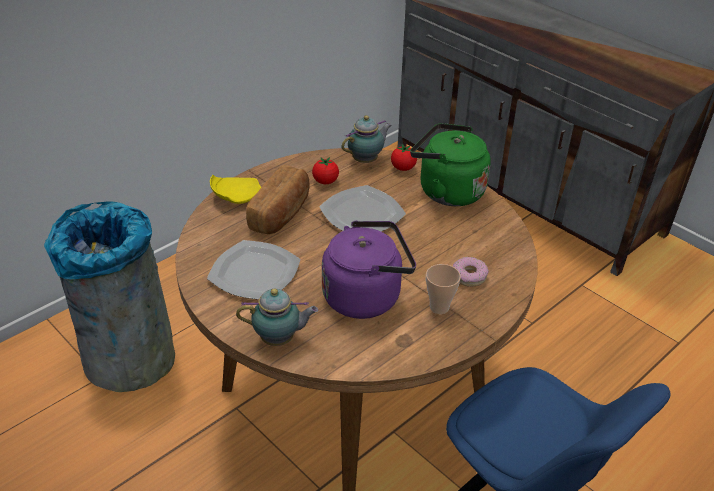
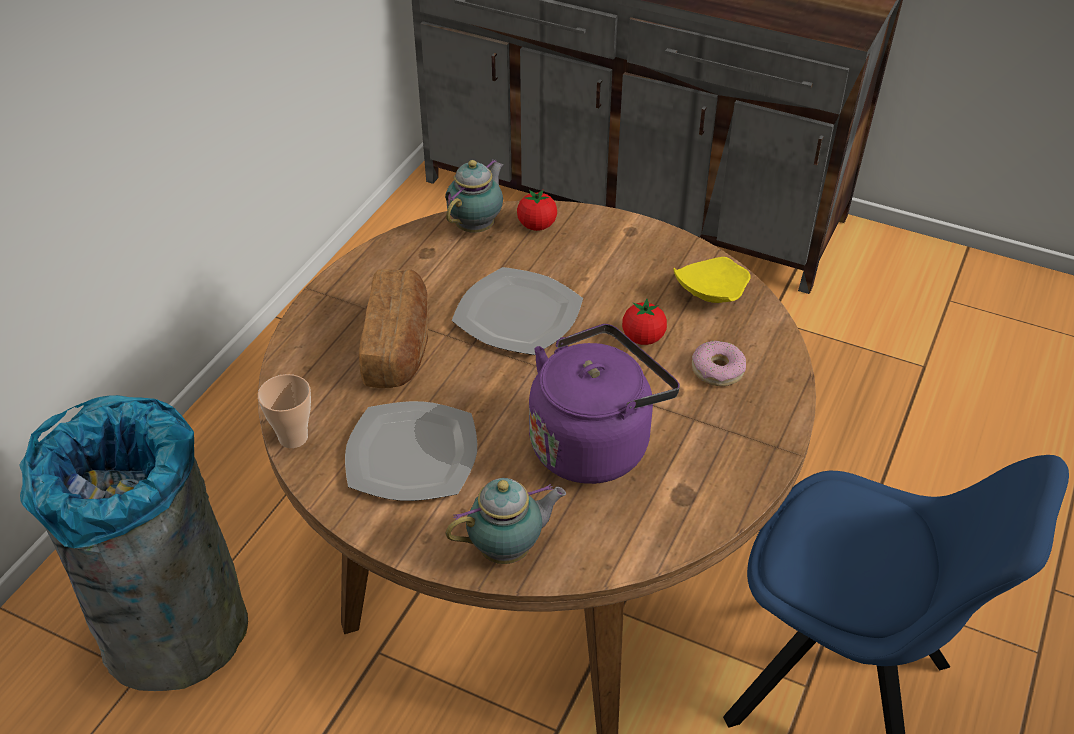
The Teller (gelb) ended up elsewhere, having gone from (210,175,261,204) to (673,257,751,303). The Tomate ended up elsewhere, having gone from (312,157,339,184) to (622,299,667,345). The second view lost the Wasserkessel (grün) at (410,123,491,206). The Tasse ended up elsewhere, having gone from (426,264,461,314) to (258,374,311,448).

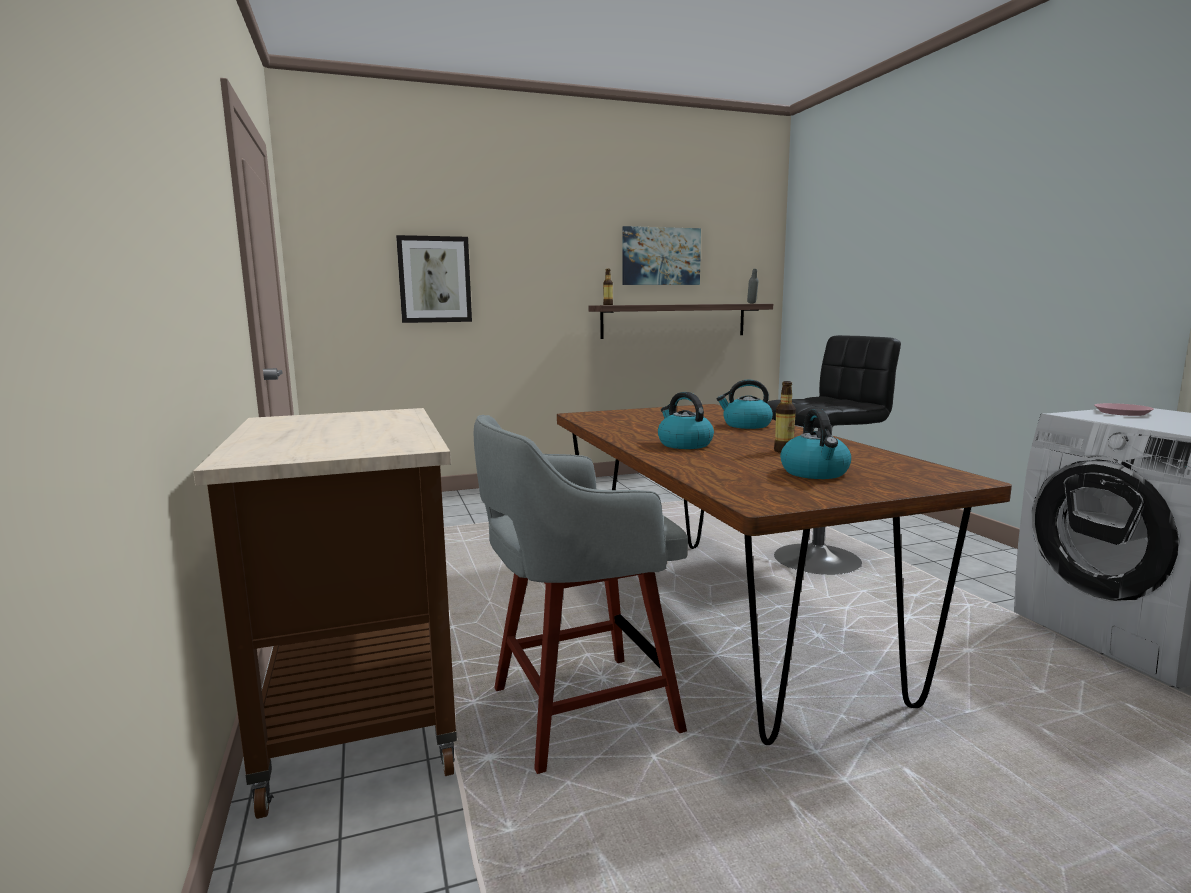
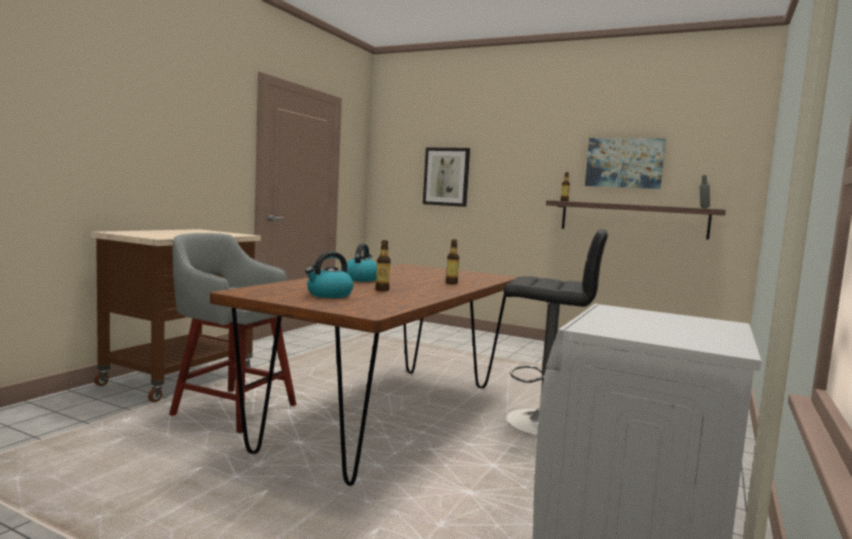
Where the Wasserkessel stood at (717,380,773,429), the Flasche came to stand at (446,239,459,284). The second view lost the Teller (rosa) at (1094,403,1154,416).

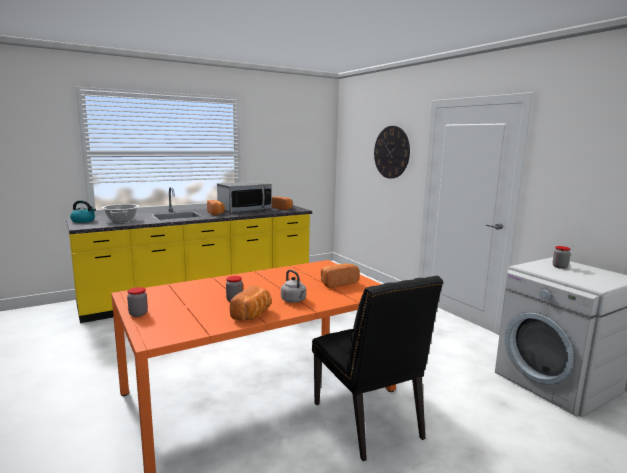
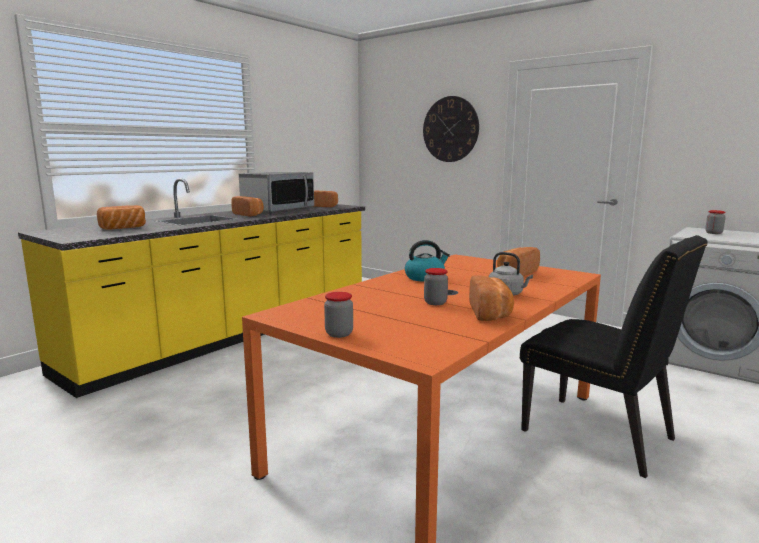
The Wasserkessel ended up elsewhere, having gone from (70,200,96,223) to (405,240,450,282). Where the Kochtopf stood at (102,204,139,222), the Brot came to stand at (97,205,146,230).

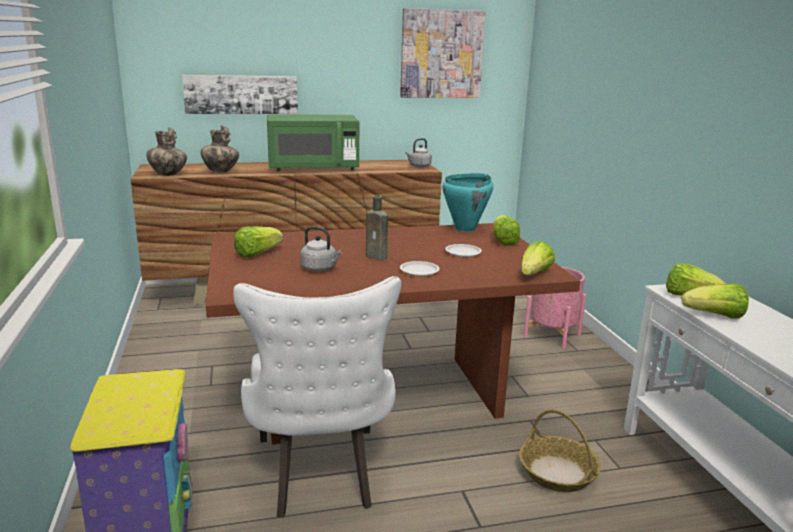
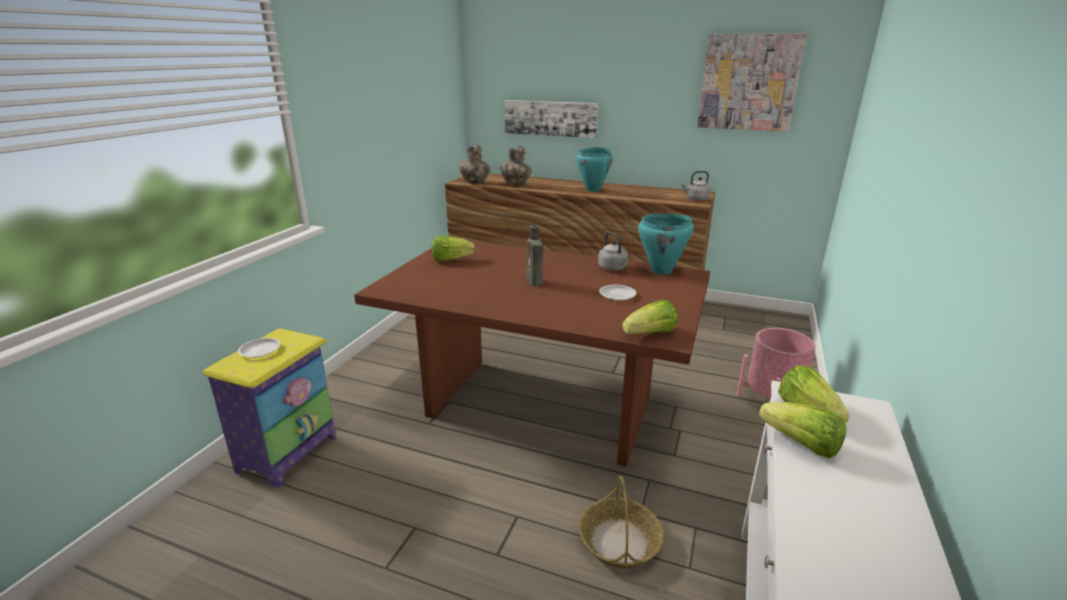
The second view lost the Stuhl (weiß) at (233,276,401,518). Where the Mikrowelle (grün) stood at (267,114,359,171), the Kochtopf (türkis) came to stand at (576,147,613,192). The Wasserkessel (grau) ended up elsewhere, having gone from (300,226,342,271) to (598,232,629,271). The Teller (weiß) ended up elsewhere, having gone from (400,261,440,276) to (238,338,281,358). The second view lost the Salatkopf at (493,215,520,246).

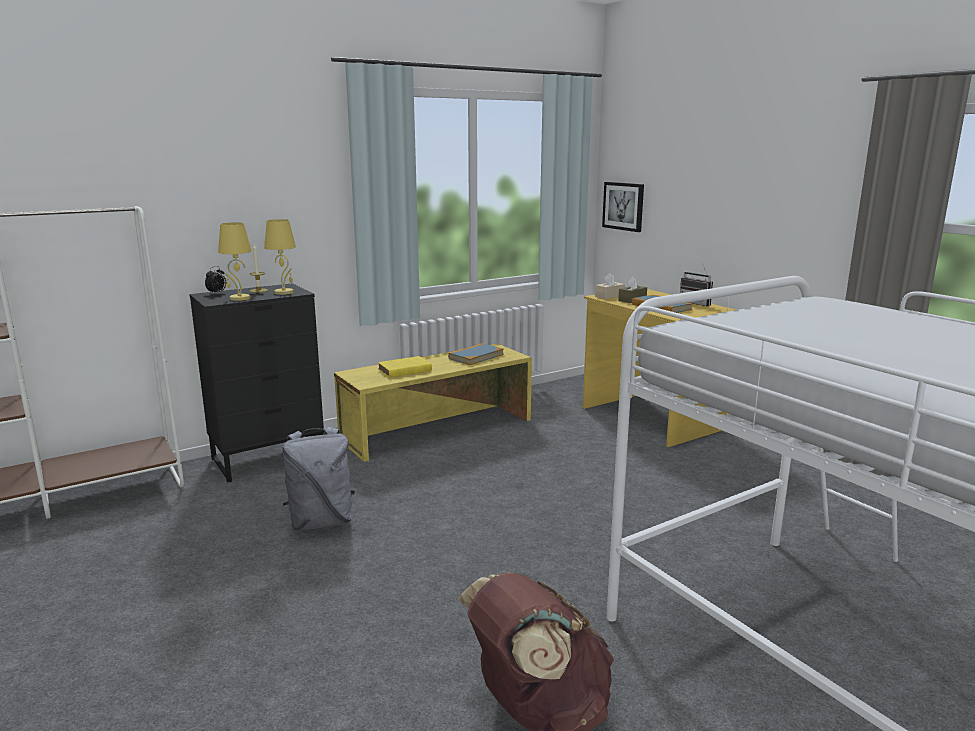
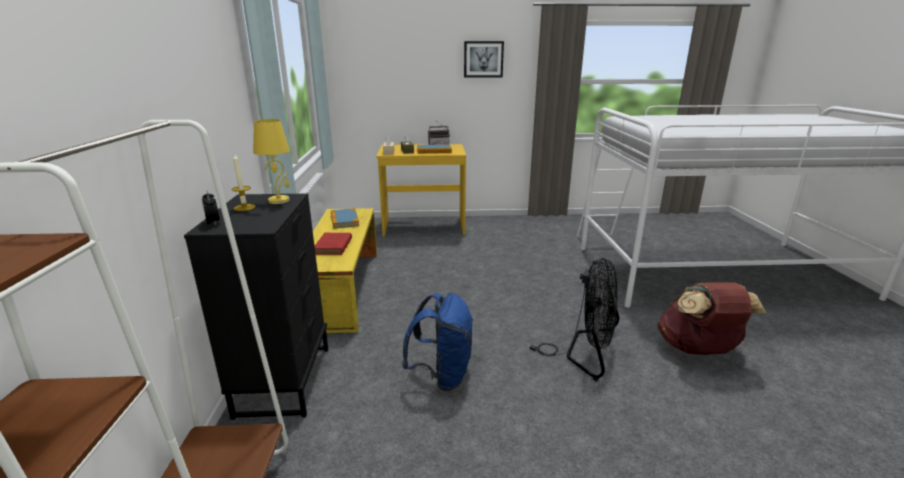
The second view lost the Tischlampe (gelb) at (218,222,252,301). What was the Rucksack (grau) at (283,427,355,531) turned into the Rucksack (blau) at (402,293,473,391). What was the Buch (gelb) at (378,356,432,378) turned into the Buch (rot) at (315,233,352,255). The Bild ended up elsewhere, having gone from (602,182,644,232) to (464,41,504,78). The second view gained the Ventilator (schwarz) at (529,258,619,382).

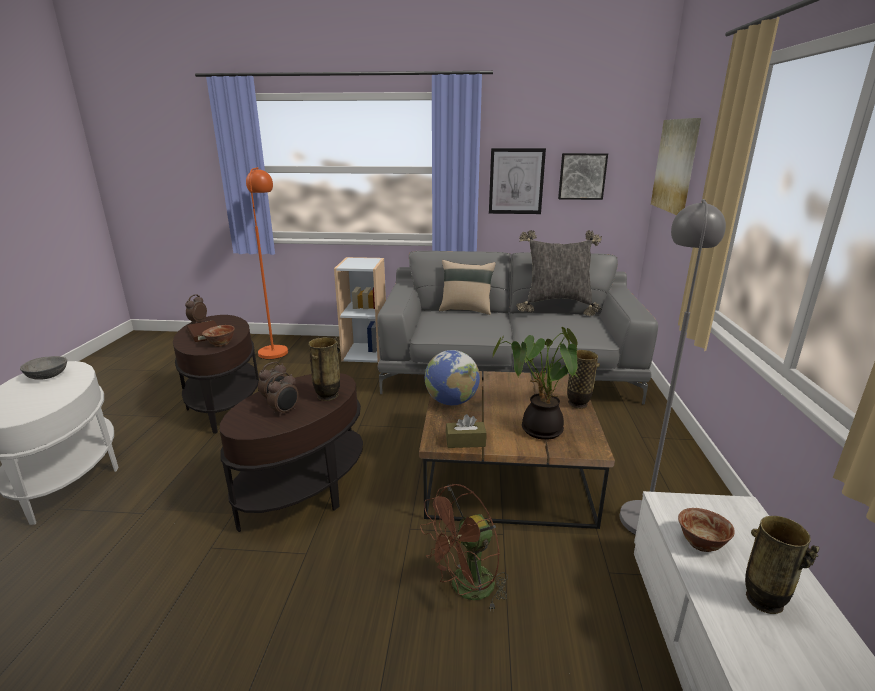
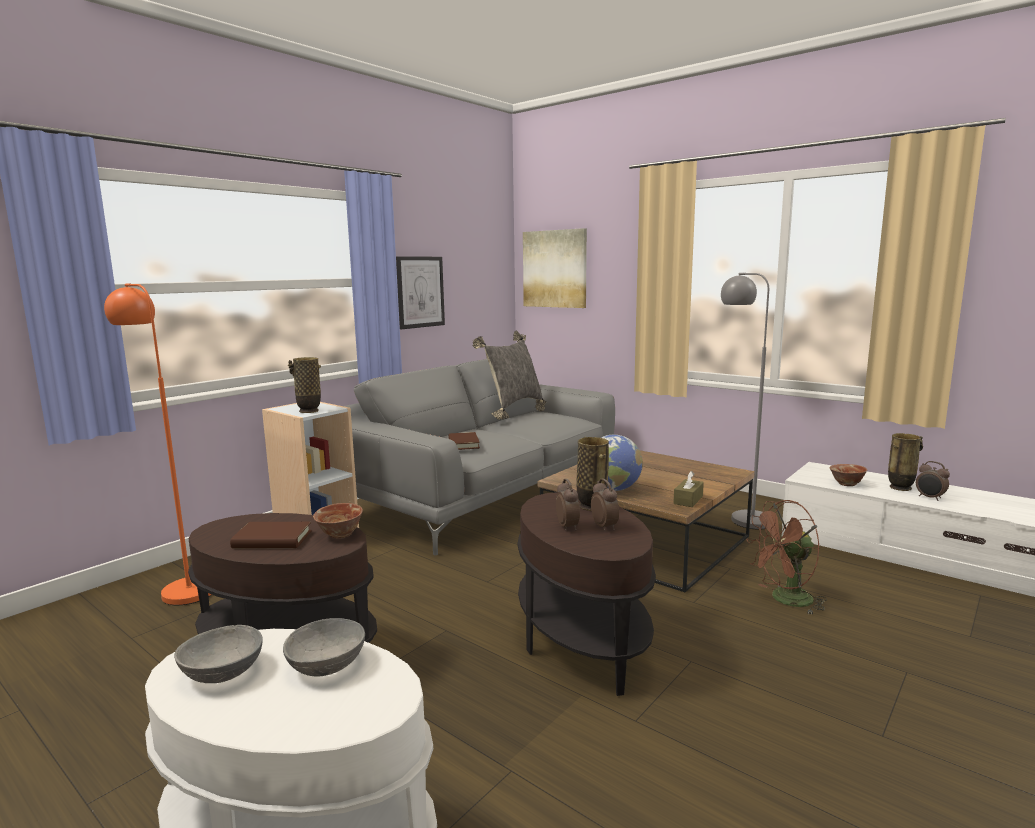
The Wecker ended up elsewhere, having gone from (185,294,207,324) to (916,461,950,501). The Ventilator (braun) at (420,484,508,609) ended up facing another way, 75 degrees clockwise from before. The second view lost the Kissen (beige) at (439,260,496,315). The second view lost the Topfpflanze at (493,327,578,440). The second view lost the Bild at (558,153,608,200). The Vase ended up elsewhere, having gone from (567,350,600,409) to (288,357,321,413). The second view gained the Schüssel (grau) at (283,618,365,677). The second view gained the Buch (braun) at (448,432,480,450).

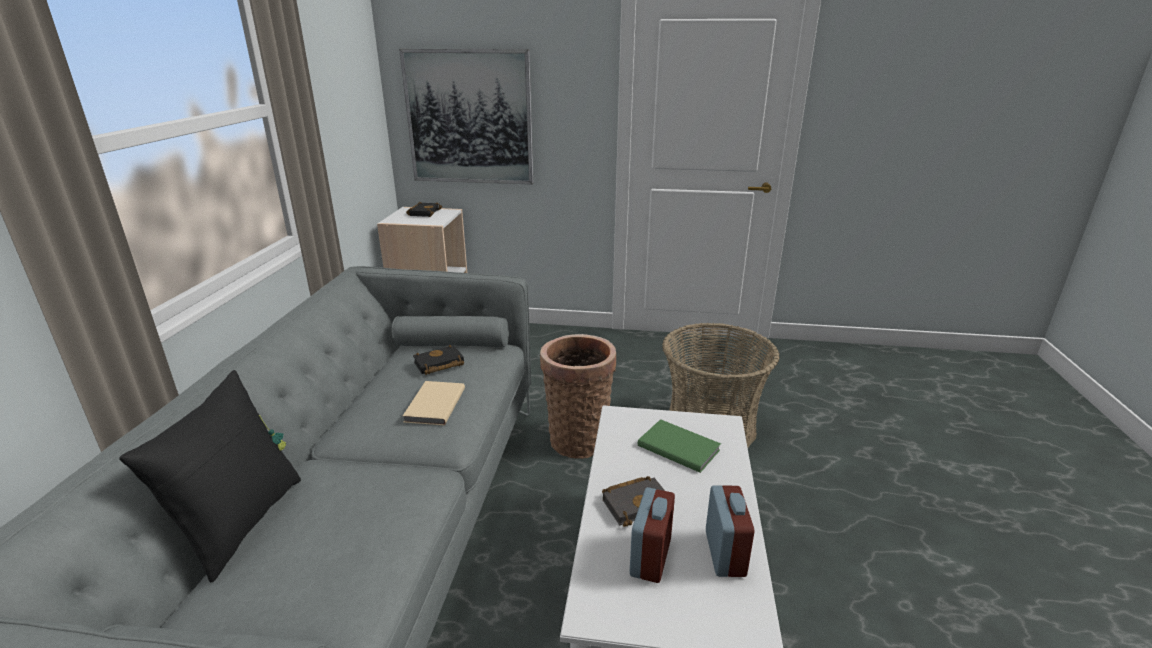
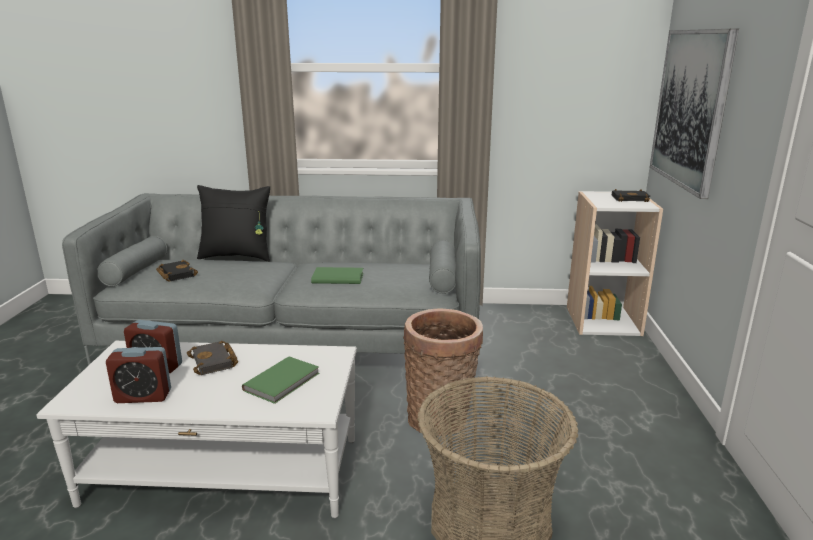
What was the Buch (beige) at (403,381,465,425) turned into the Buch (grün) at (311,267,363,284). The Buch (schwarz) ended up elsewhere, having gone from (413,345,464,375) to (156,260,198,282).

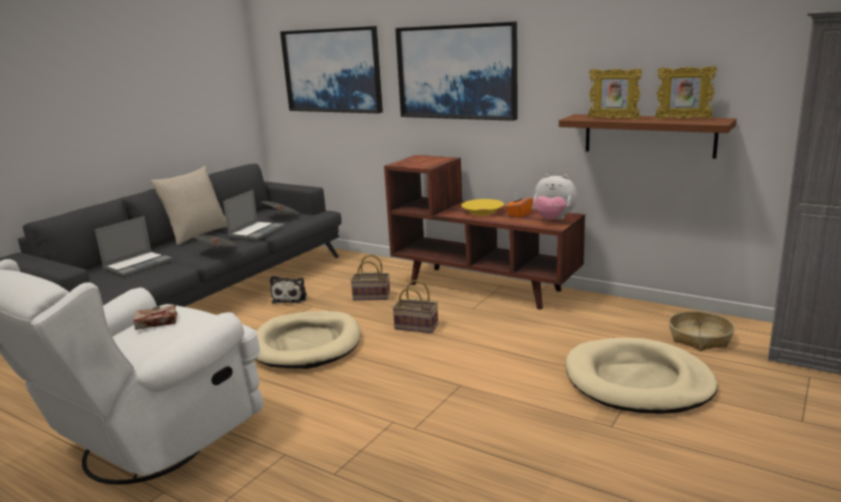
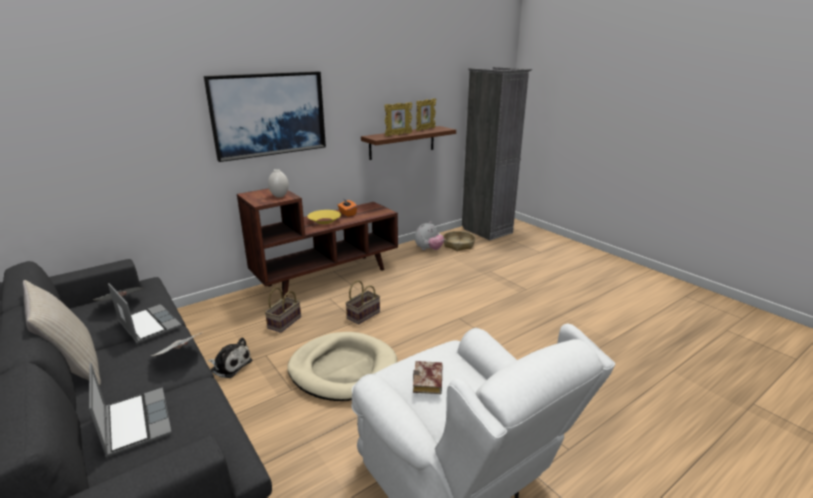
The second view lost the Bild at (280,26,383,113). The Plüschtier ended up elsewhere, having gone from (533,174,577,219) to (415,221,444,250). The second view lost the Hundebett (beige) at (565,338,717,414). The second view gained the Vase (weiß) at (268,169,289,198).

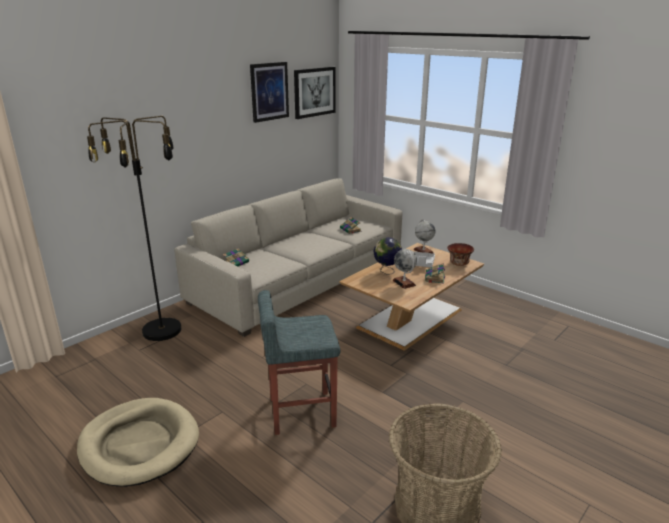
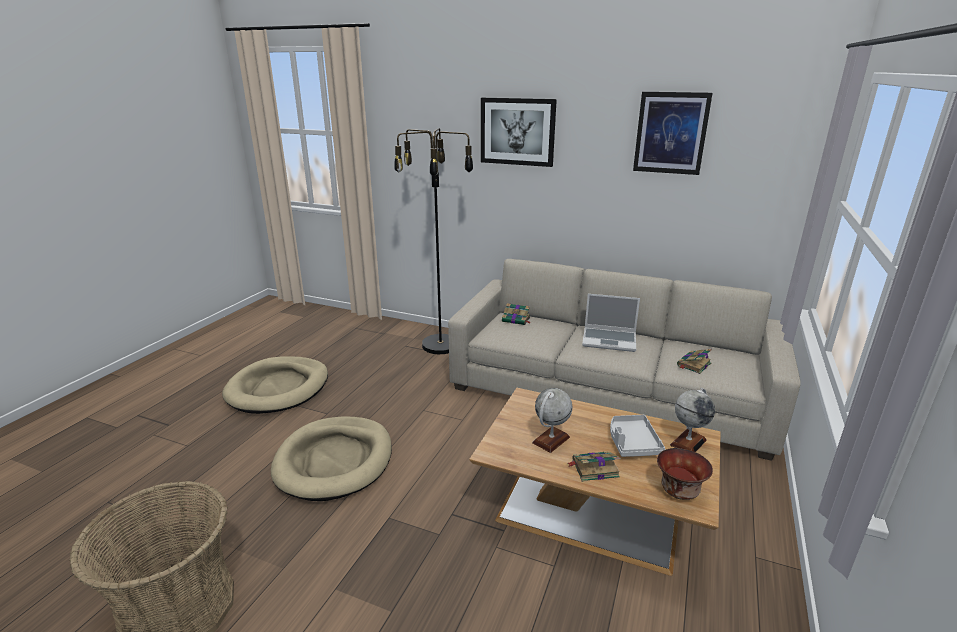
Where the Hocker (grau) stood at (258,290,340,435), the Hundebett (beige) came to stand at (271,416,392,501). The Bild ended up elsewhere, having gone from (294,67,336,119) to (481,98,557,167). The second view lost the Globus at (374,237,402,275). The second view gained the Laptop at (582,294,640,352).

